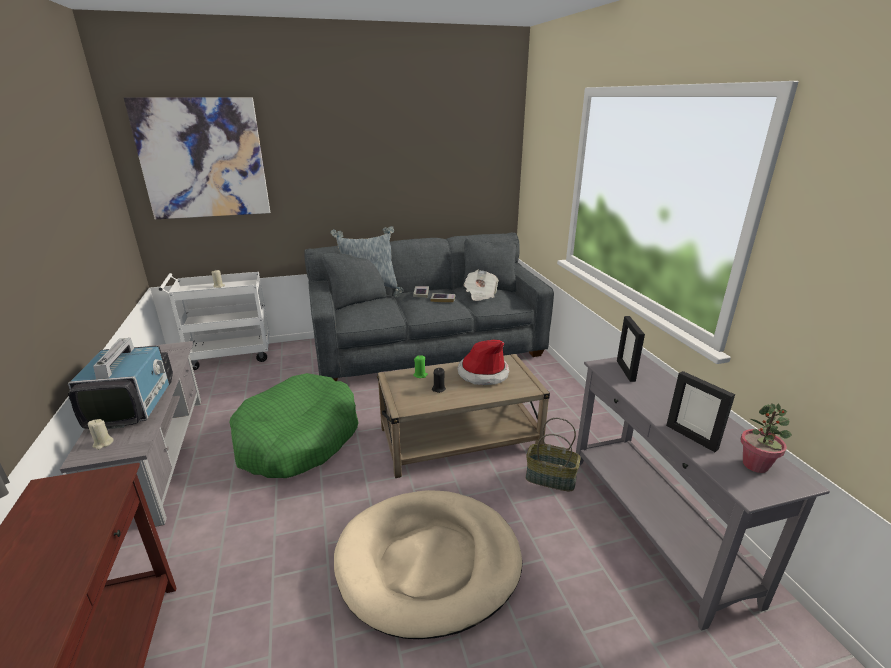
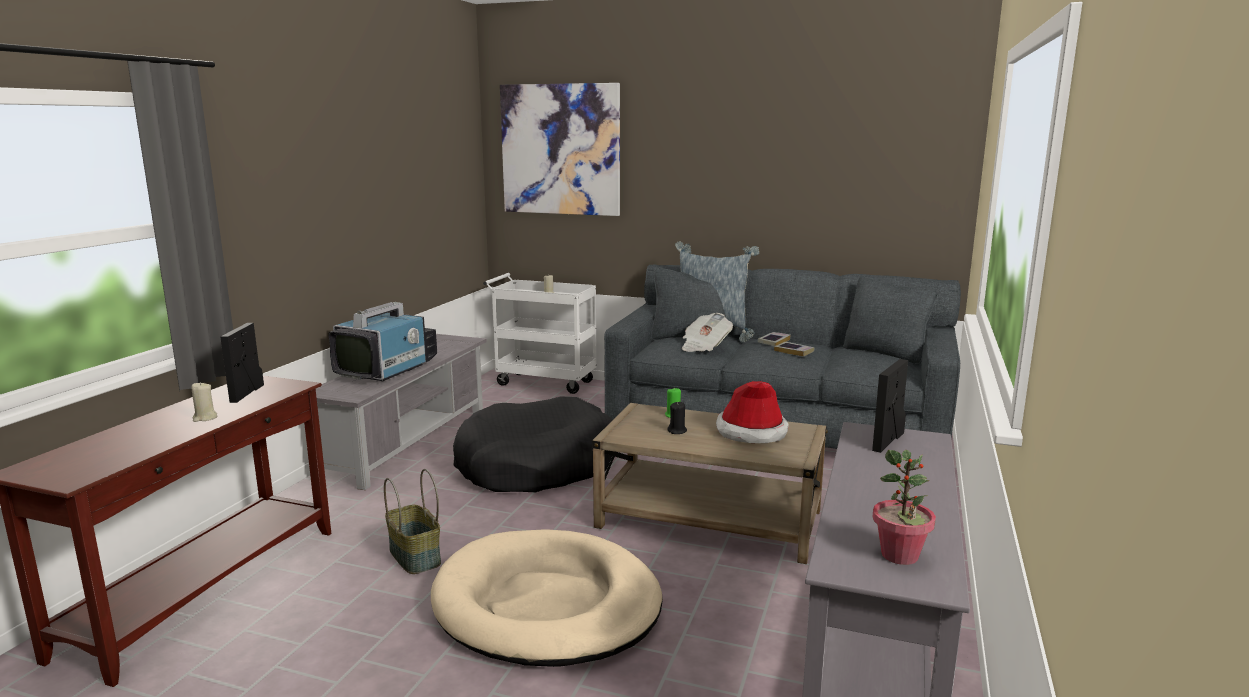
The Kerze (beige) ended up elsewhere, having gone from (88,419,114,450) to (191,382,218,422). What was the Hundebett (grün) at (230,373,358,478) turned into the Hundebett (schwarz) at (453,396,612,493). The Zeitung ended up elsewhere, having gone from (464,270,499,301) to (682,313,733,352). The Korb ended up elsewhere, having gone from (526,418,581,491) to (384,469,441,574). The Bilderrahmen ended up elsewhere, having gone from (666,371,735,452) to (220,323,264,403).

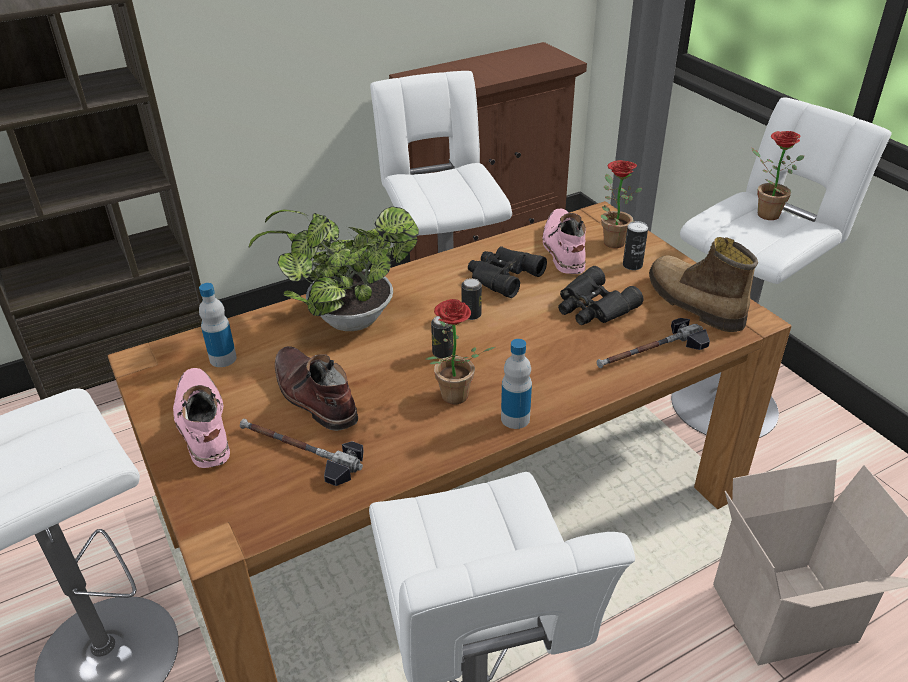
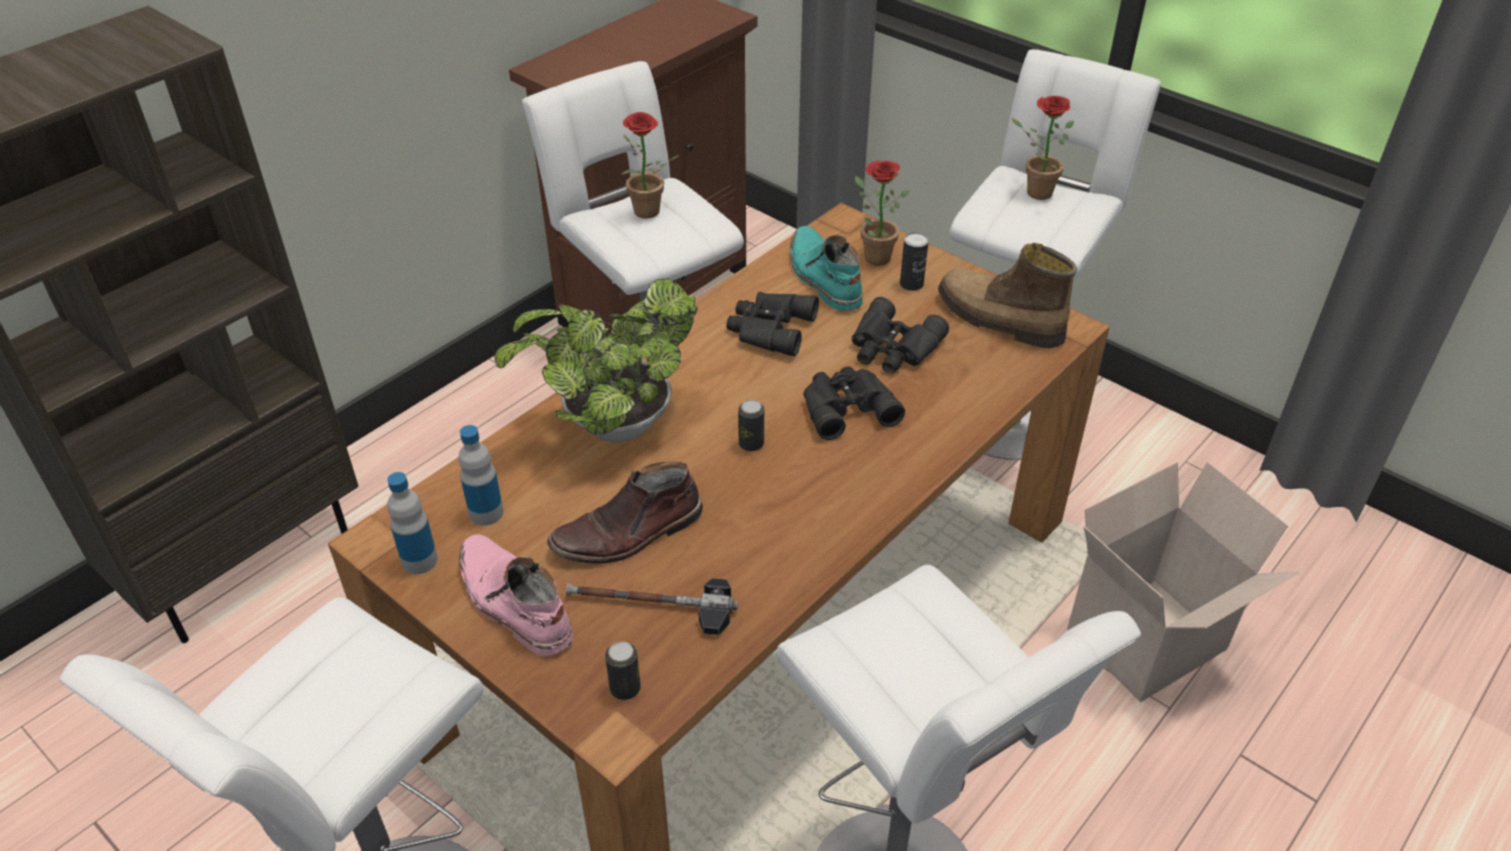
The Stiefel (braun) at (275,346,358,431) ended up facing another way, 60 degrees counterclockwise from before. The Topfpflanze ended up elsewhere, having gone from (425,299,495,404) to (621,112,679,219). The Dose ended up elsewhere, having gone from (461,278,482,320) to (605,641,641,700). The Flasche ended up elsewhere, having gone from (501,339,532,429) to (387,472,438,574). What was the Stiefel (rosa) at (543,208,586,274) turned into the Stiefel (türkis) at (790,226,863,311). The second view lost the Hammer at (597,318,710,368). The second view gained the Fernglas (schwarz) at (803,366,905,440).

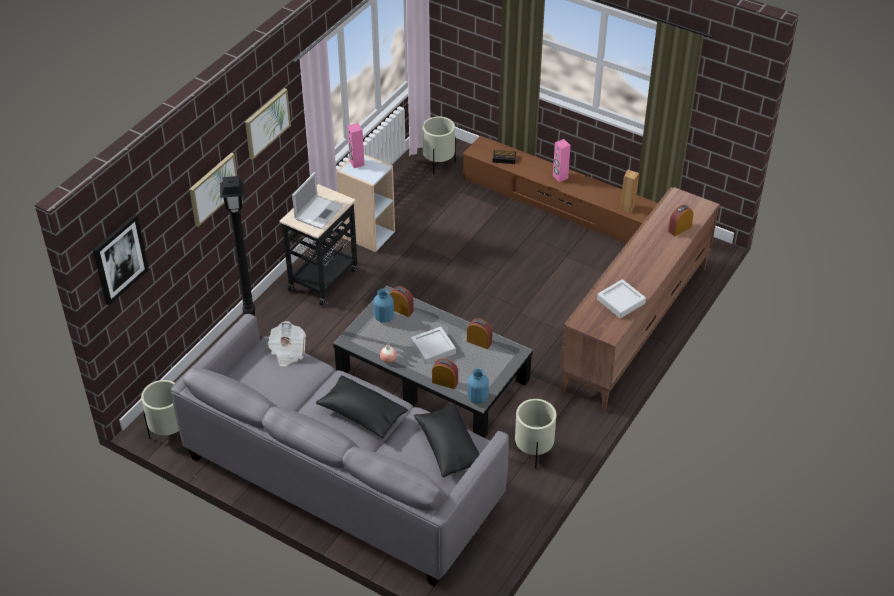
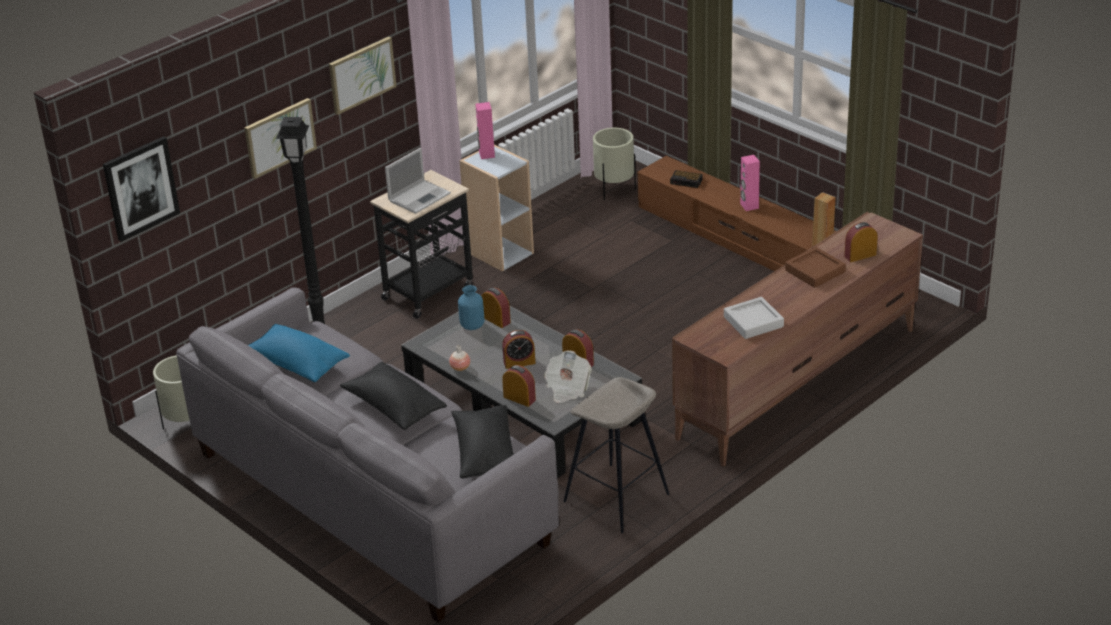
The Zeitung ended up elsewhere, having gone from (268,321,306,367) to (544,351,592,403). Where the Tablett (grau) stood at (411,327,456,364), the Wecker came to stand at (502,330,536,369). The second view lost the Vase (blau) at (467,369,489,404). Where the Pflanzkübel (beige) stood at (515,399,556,468), the Hocker (grau) came to stand at (563,377,669,533). The second view gained the Kissen (blau) at (248,324,350,382). The second view gained the Tablett (braun) at (785,247,846,288).

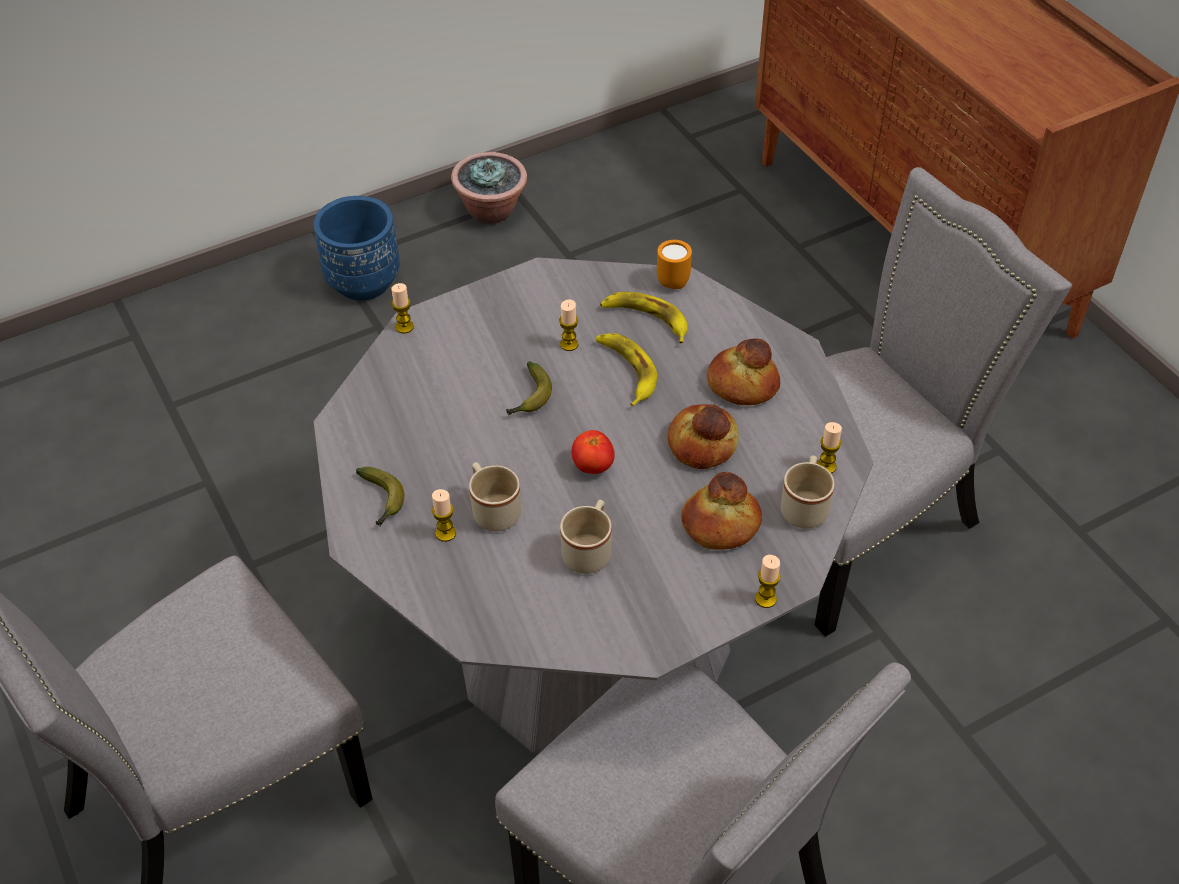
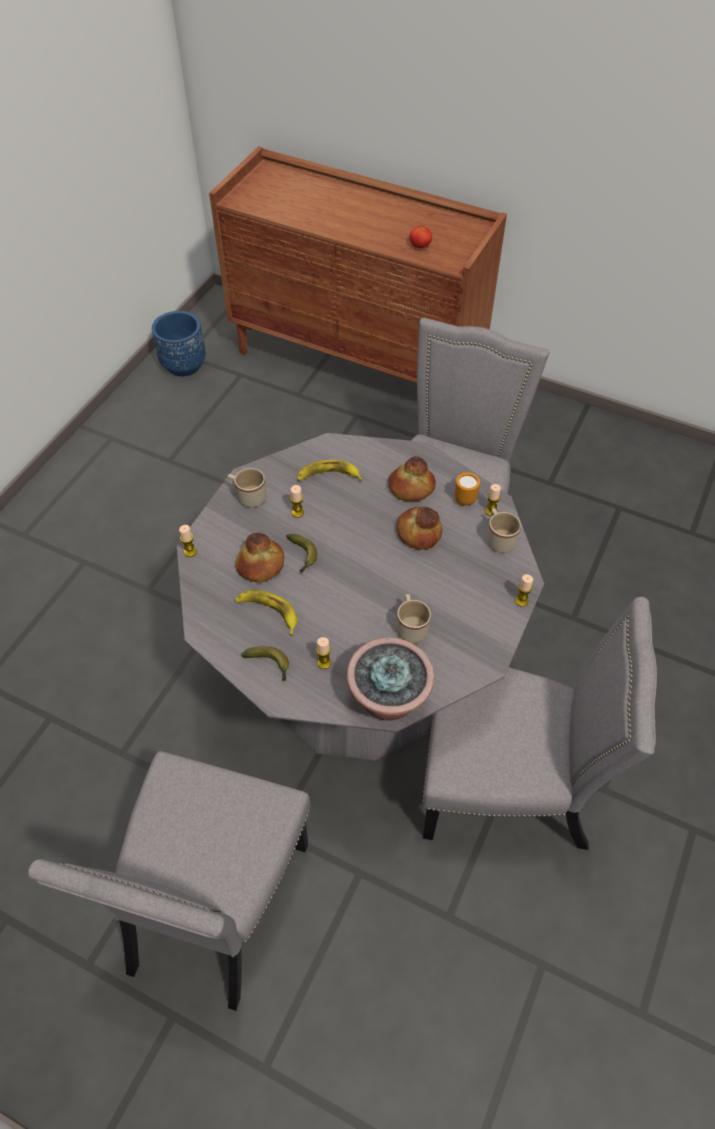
The Pflanzkübel (blau) ended up elsewhere, having gone from (313,196,400,301) to (152,311,206,376). The Topfpflanze ended up elsewhere, having gone from (451,152,527,224) to (346,637,434,721). The Henkelbecher (beige) ended up elsewhere, having gone from (469,462,521,531) to (228,468,266,508). The Tomate ended up elsewhere, having gone from (572,430,615,474) to (410,226,432,248). The Banane ended up elsewhere, having gone from (596,333,657,406) to (235,590,297,635). The Henkelbecher (orange) ended up elsewhere, having gone from (657,240,692,289) to (455,472,480,506). The Brot ended up elsewhere, having gone from (681,472,762,550) to (235,533,284,583).

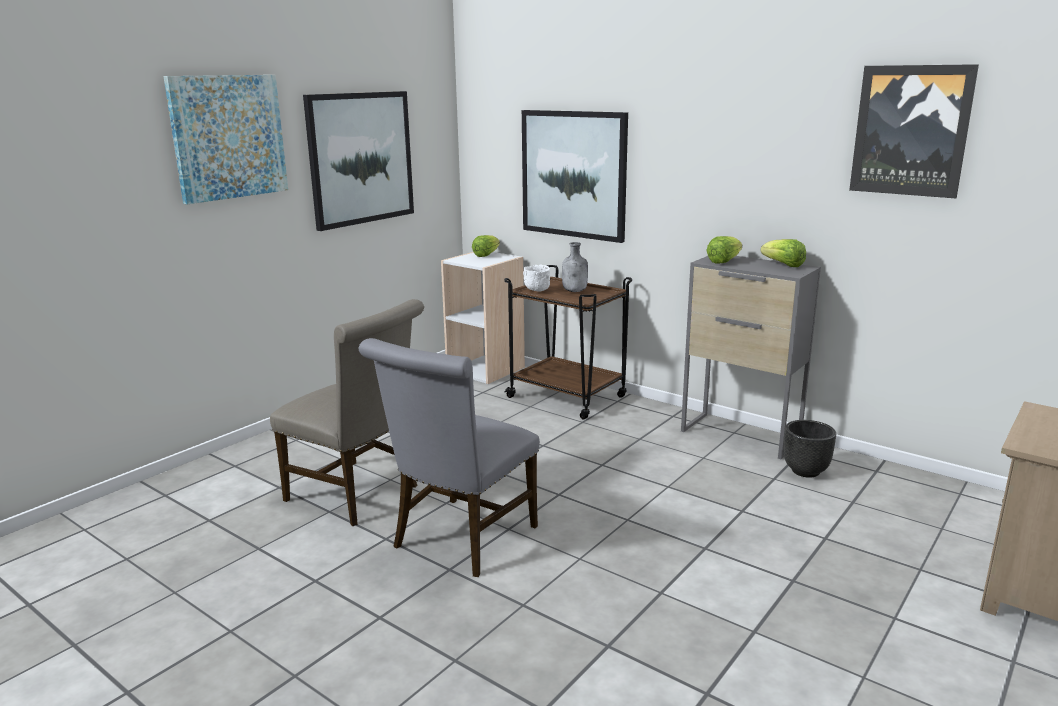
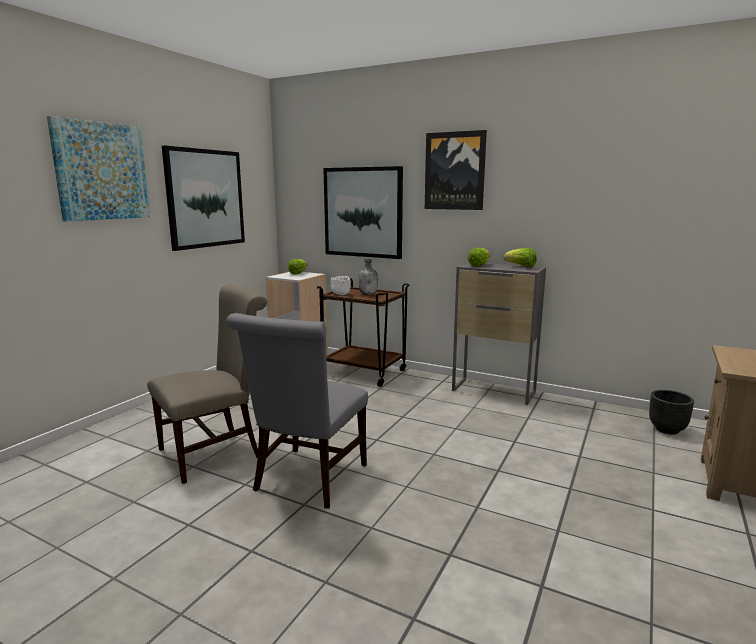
The Stuhl (beige) at (270,299,424,526) ended up facing another way, 60 degrees counterclockwise from before. The Pflanzkübel (schwarz) ended up elsewhere, having gone from (784,420,836,478) to (649,390,694,435). The Bild ended up elsewhere, having gone from (849,64,979,198) to (425,130,487,210).

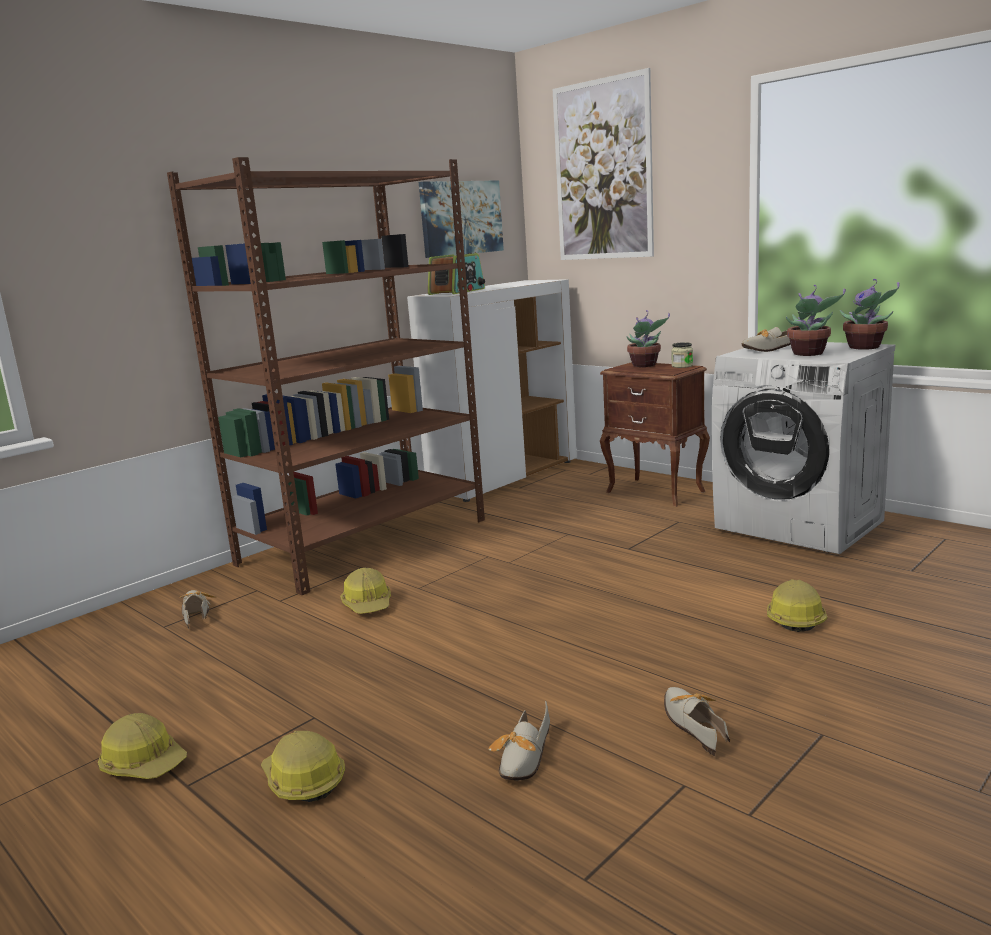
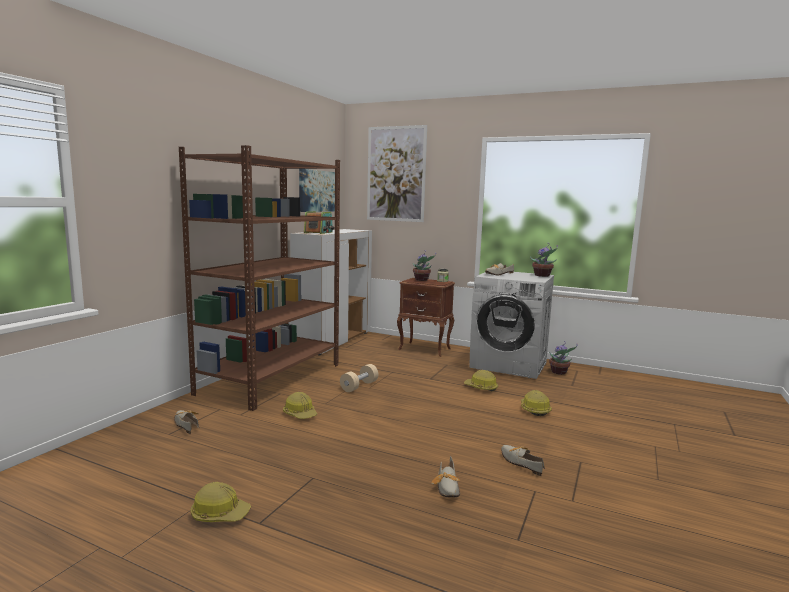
The Schutzhelm ended up elsewhere, having gone from (261,731,345,802) to (464,370,498,391). The Topfpflanze ended up elsewhere, having gone from (786,285,846,356) to (549,341,578,375). The second view gained the Hantel (beige) at (340,364,378,392).

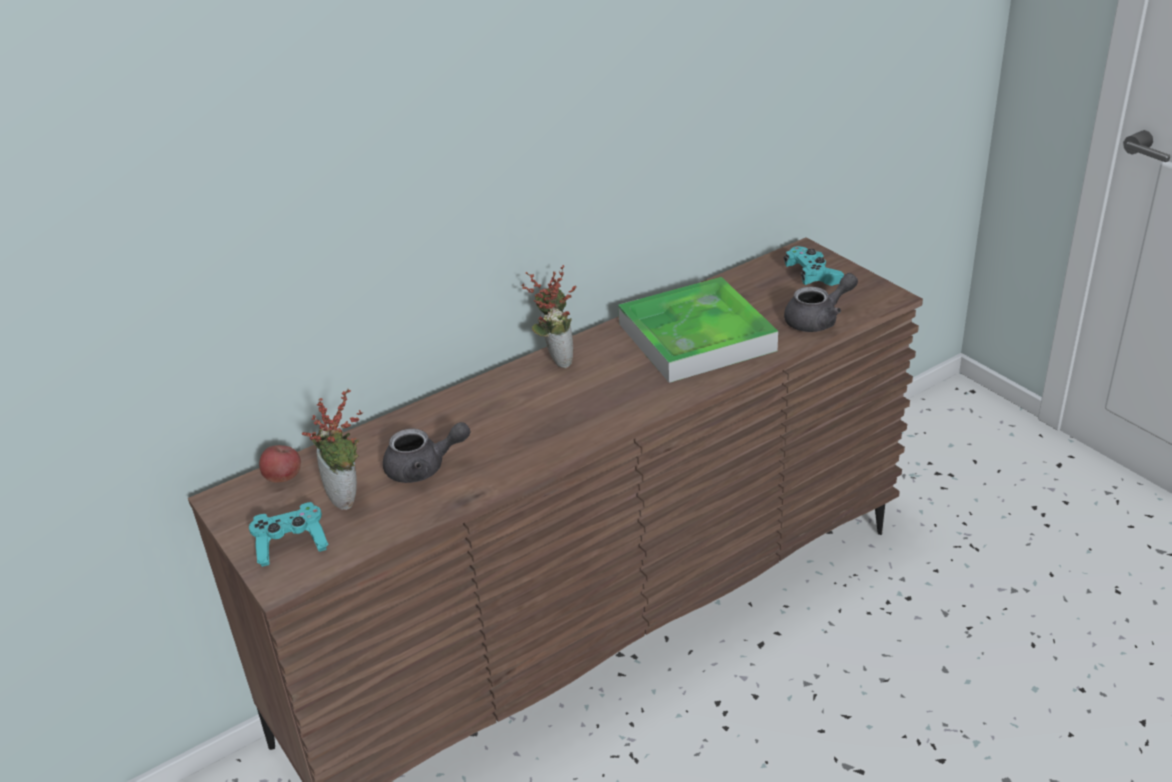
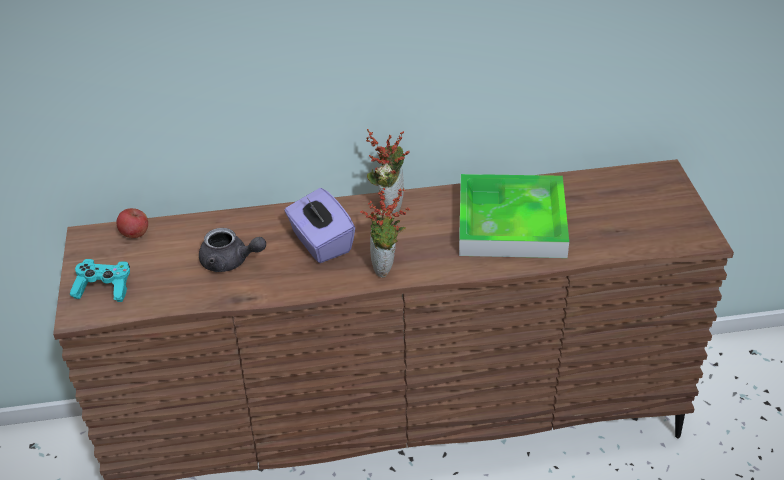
The Topfpflanze ended up elsewhere, having gone from (302,389,364,510) to (360,188,410,278). The second view lost the Gamepad (türkis) at (784,246,844,286). The second view lost the Teekanne (grau) at (784,273,858,332). The second view gained the Taschentuchbox (lila) at (285,188,355,263).

